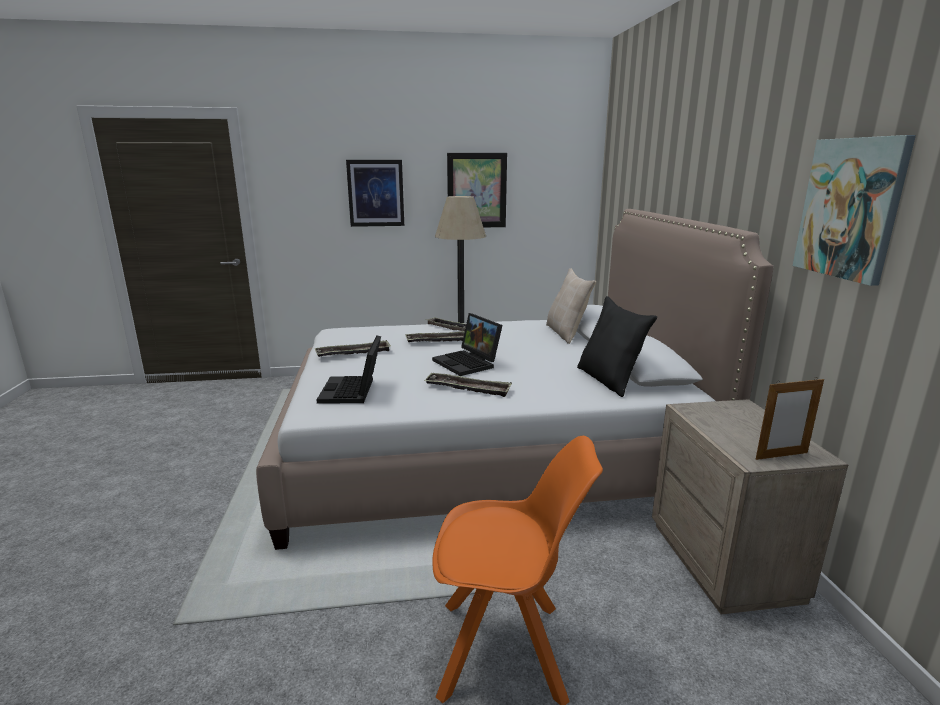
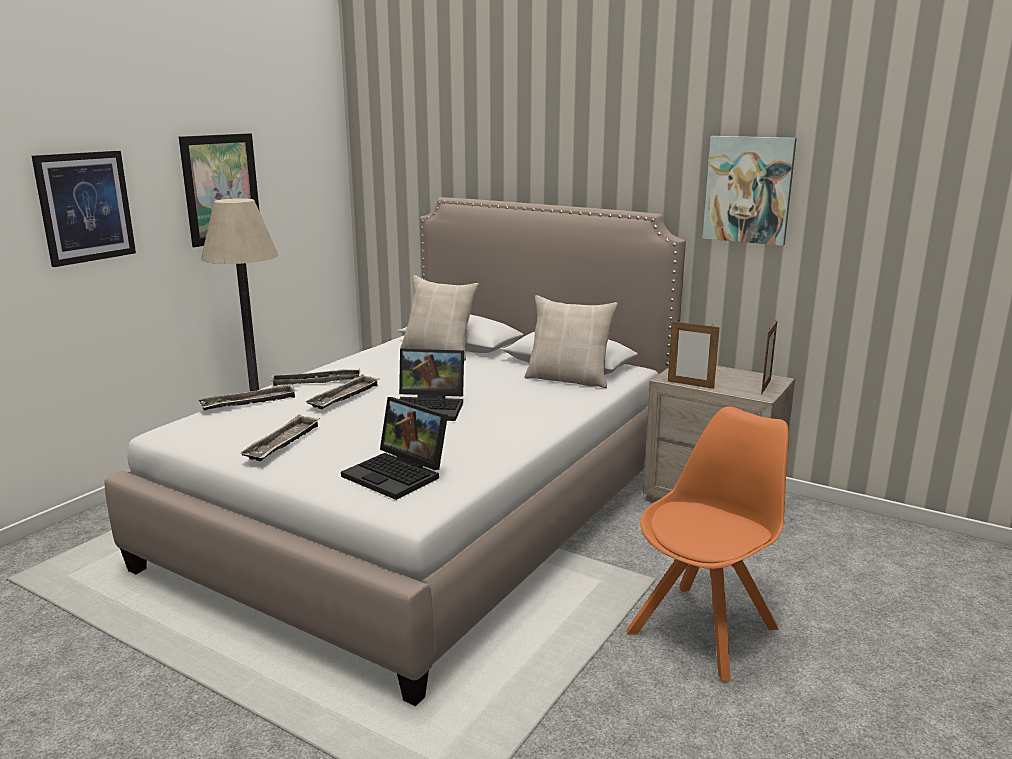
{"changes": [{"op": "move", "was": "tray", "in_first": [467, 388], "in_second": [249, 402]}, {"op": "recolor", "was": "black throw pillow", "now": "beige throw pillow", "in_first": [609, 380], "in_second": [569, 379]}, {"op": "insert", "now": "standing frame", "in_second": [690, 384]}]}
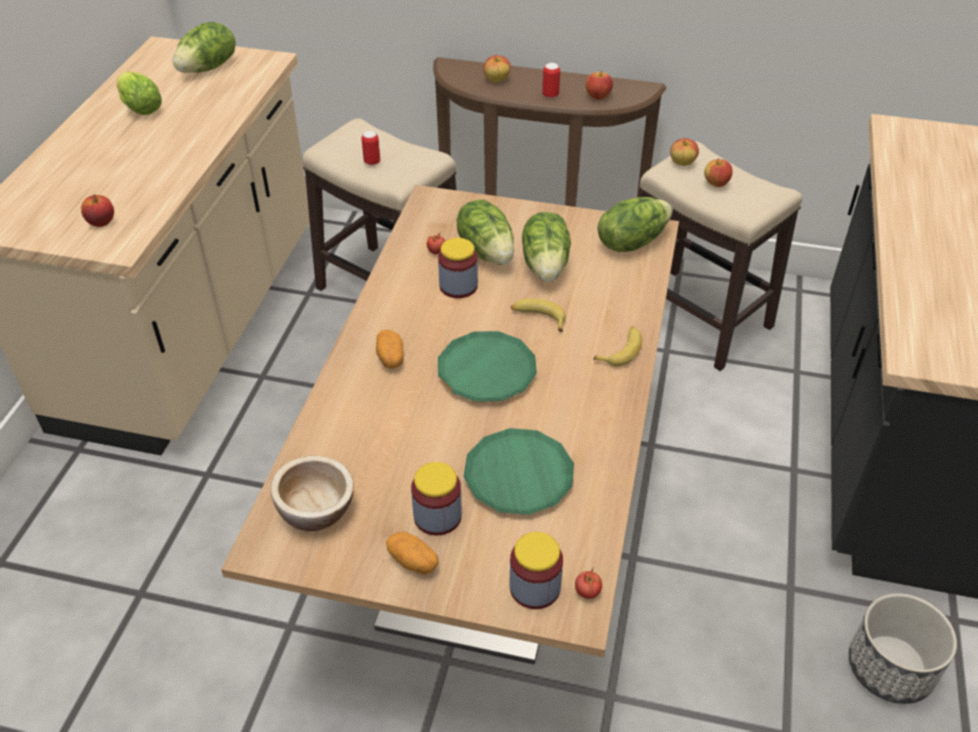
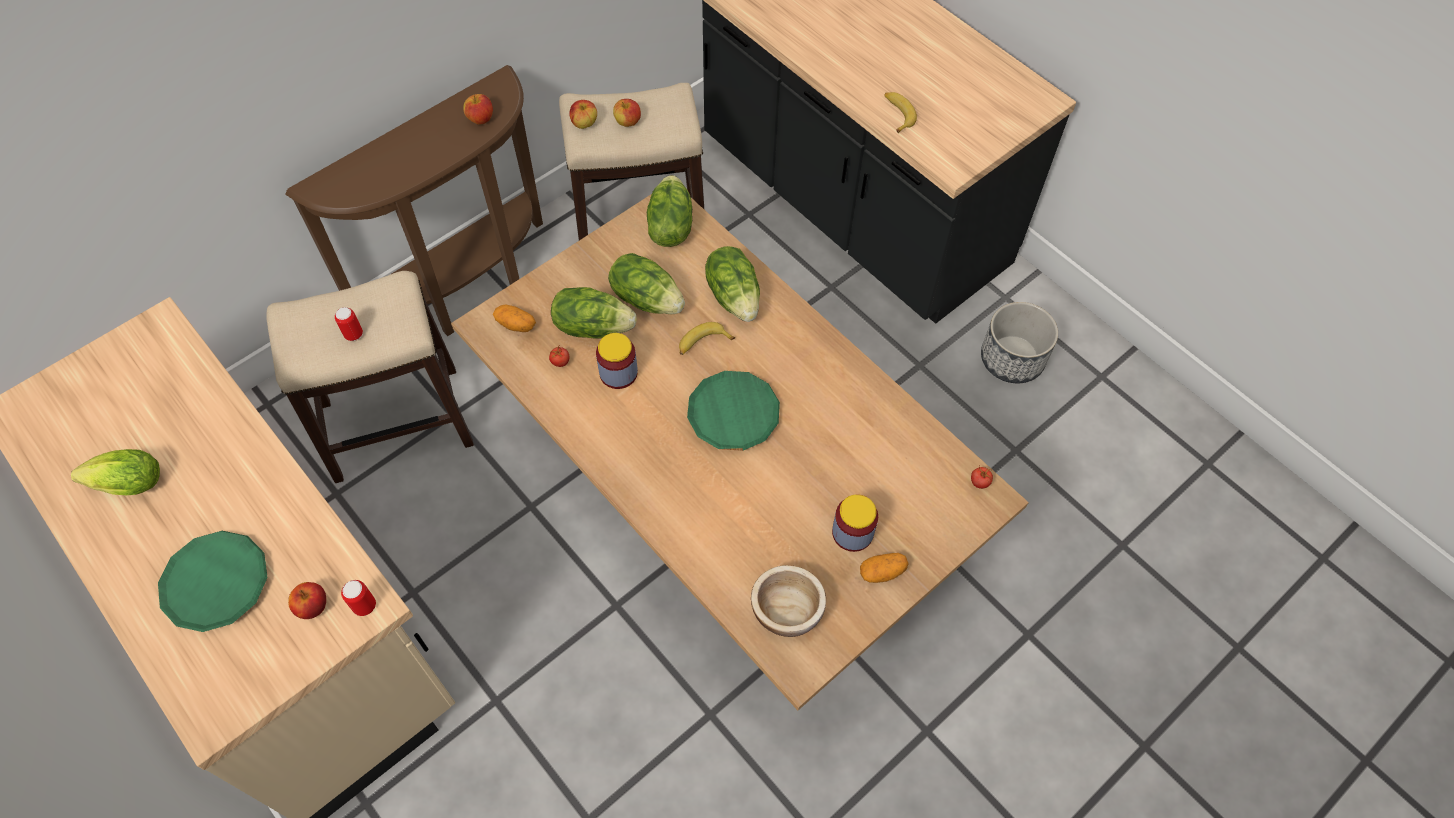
{"changes": [{"op": "move", "was": "greenish flat dish", "in_first": [518, 476], "in_second": [216, 583]}, {"op": "move", "was": "can", "in_first": [550, 95], "in_second": [364, 606]}, {"op": "move", "was": "potato", "in_first": [390, 358], "in_second": [516, 324]}, {"op": "move", "was": "lettuce", "in_first": [209, 68], "in_second": [734, 296]}, {"op": "move", "was": "banana fruit", "in_first": [621, 350], "in_second": [897, 114]}, {"op": "delete", "was": "apple", "in_first": [497, 80]}, {"op": "delete", "was": "preserve jar", "in_first": [535, 587]}]}
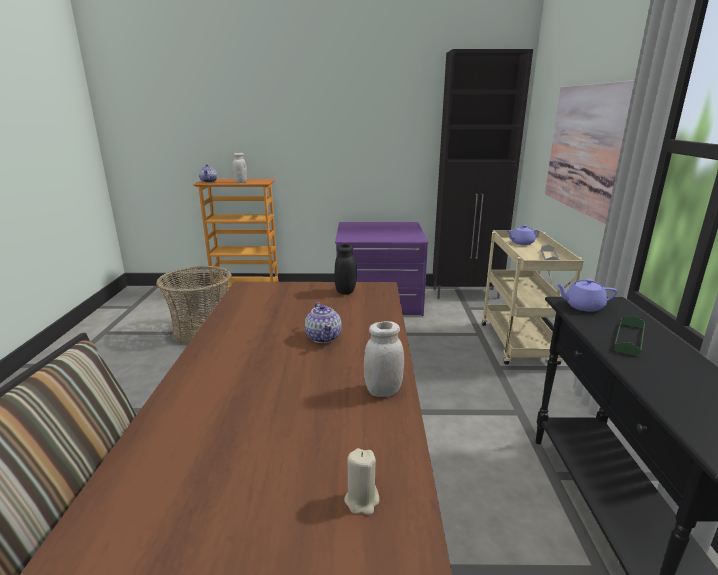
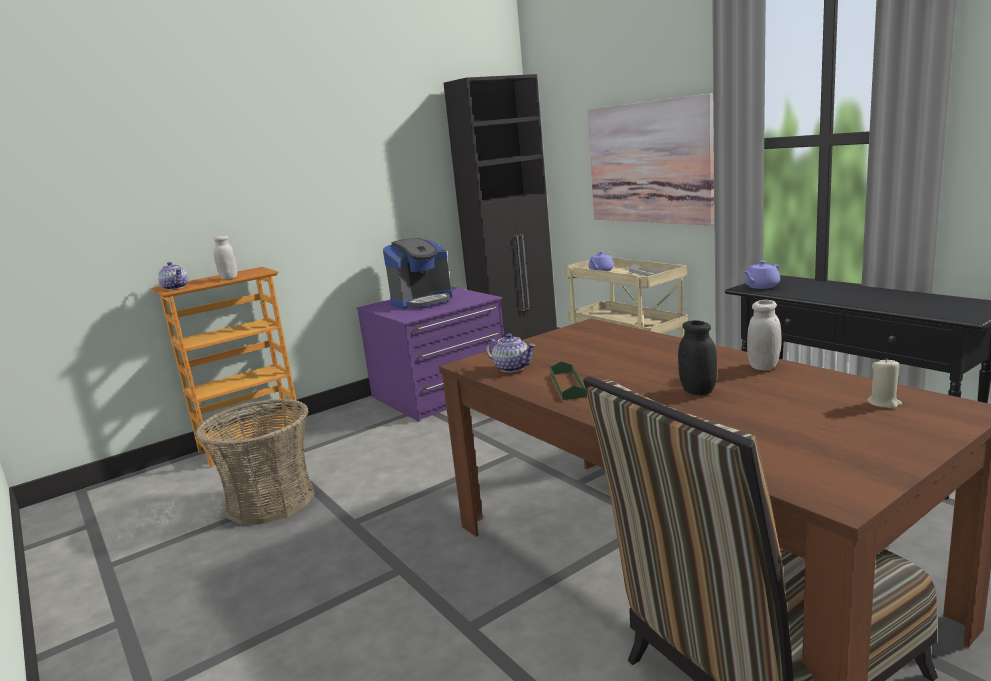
{"changes": [{"op": "insert", "now": "coffee machine", "in_second": [422, 301]}, {"op": "move", "was": "pot for tea", "in_first": [323, 337], "in_second": [512, 368]}, {"op": "move", "was": "greenish tray", "in_first": [629, 339], "in_second": [568, 385]}, {"op": "move", "was": "black preserve jar", "in_first": [345, 291], "in_second": [698, 391]}]}
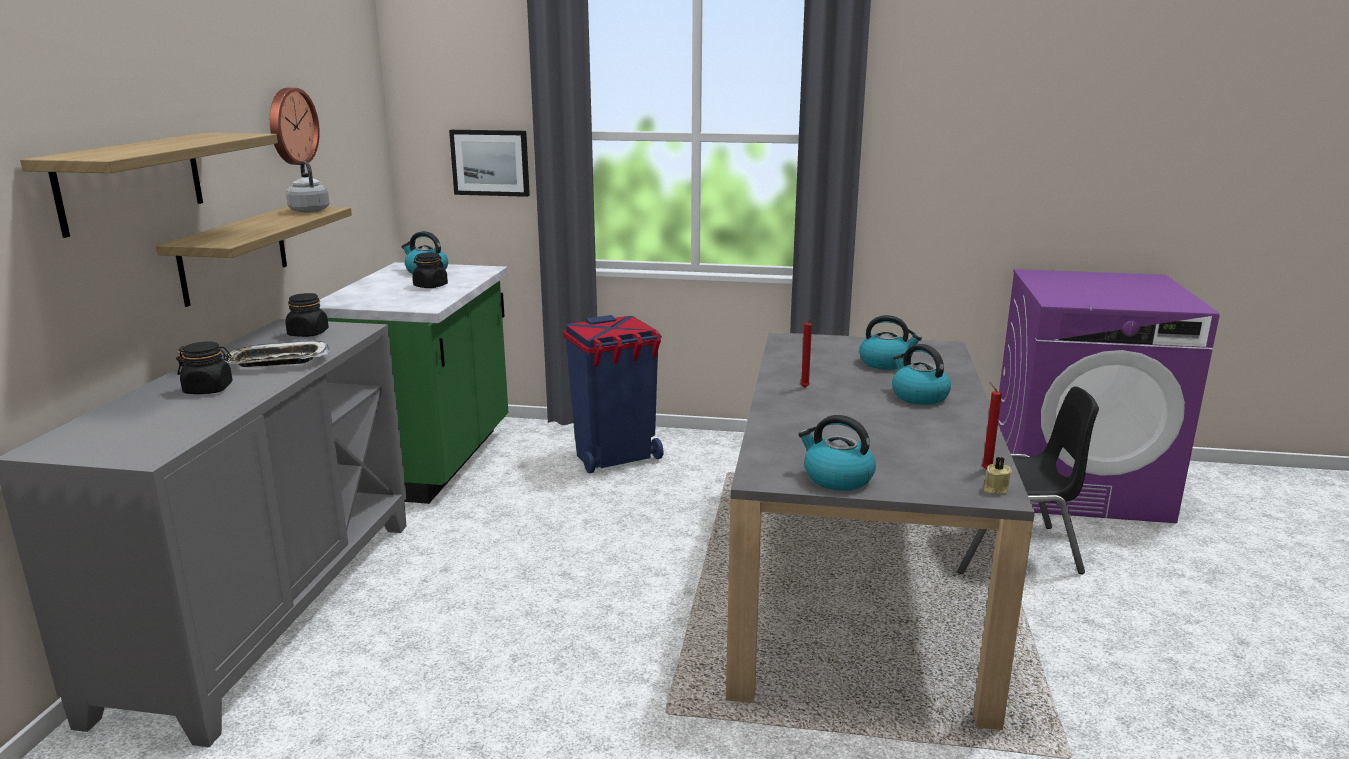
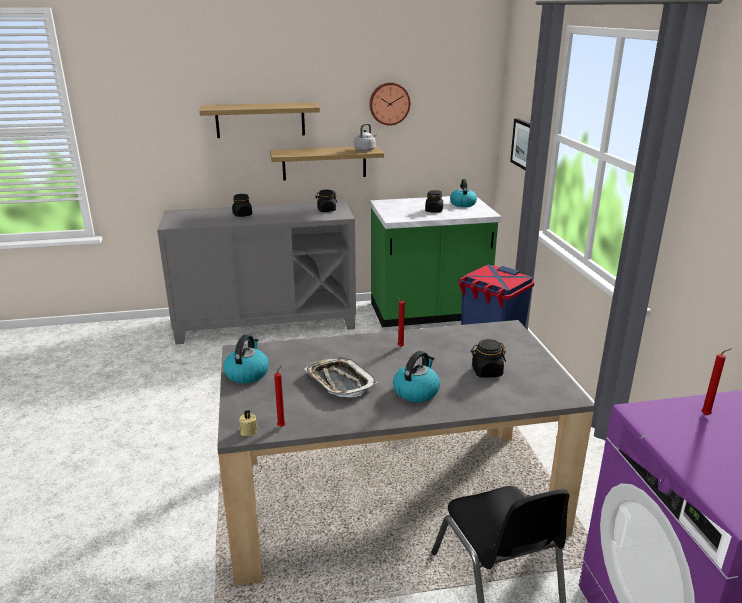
{"changes": [{"op": "move", "was": "tray", "in_first": [278, 361], "in_second": [340, 382]}, {"op": "replace", "was": "water kettle", "now": "black preserve jar", "in_first": [886, 363], "in_second": [486, 372]}, {"op": "insert", "now": "red candle", "in_second": [707, 415]}]}
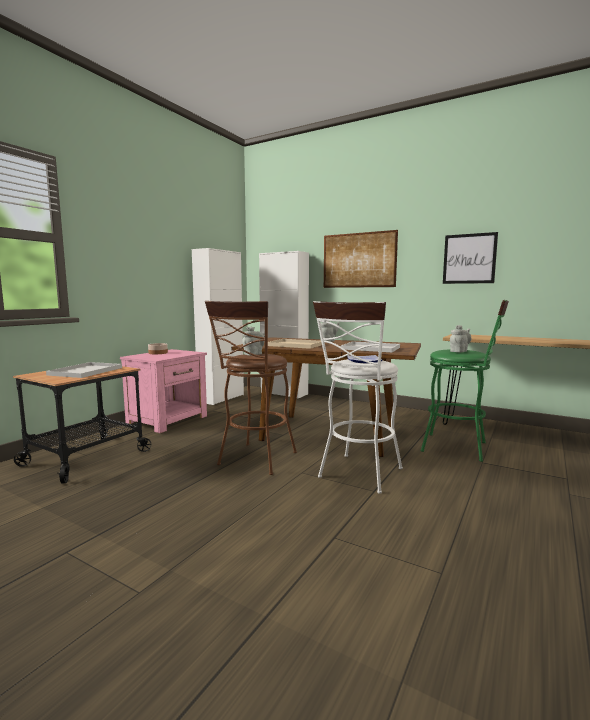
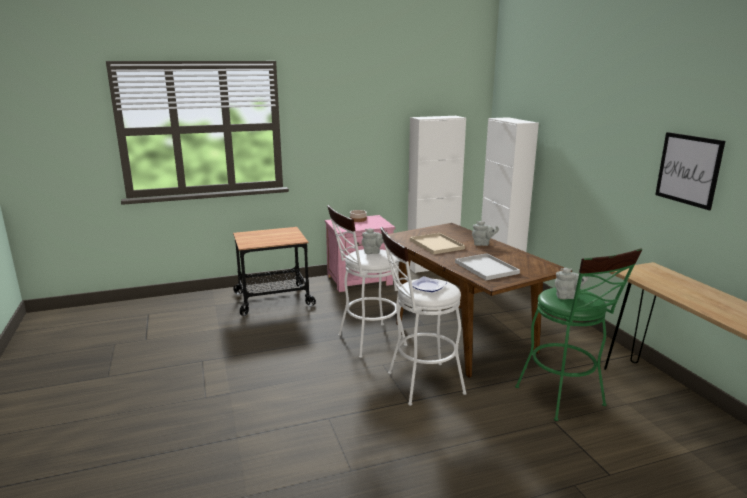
{"changes": [{"op": "recolor", "was": "brown-coloured stool", "now": "white-coloured stool", "in_first": [255, 461], "in_second": [366, 341]}, {"op": "delete", "was": "white-coloured tray", "in_first": [86, 371]}, {"op": "delete", "was": "picture", "in_first": [358, 260]}]}
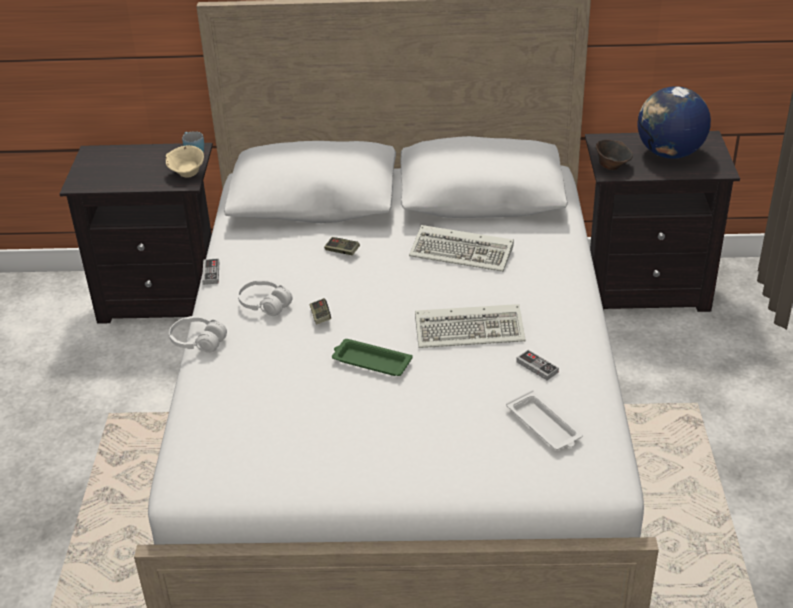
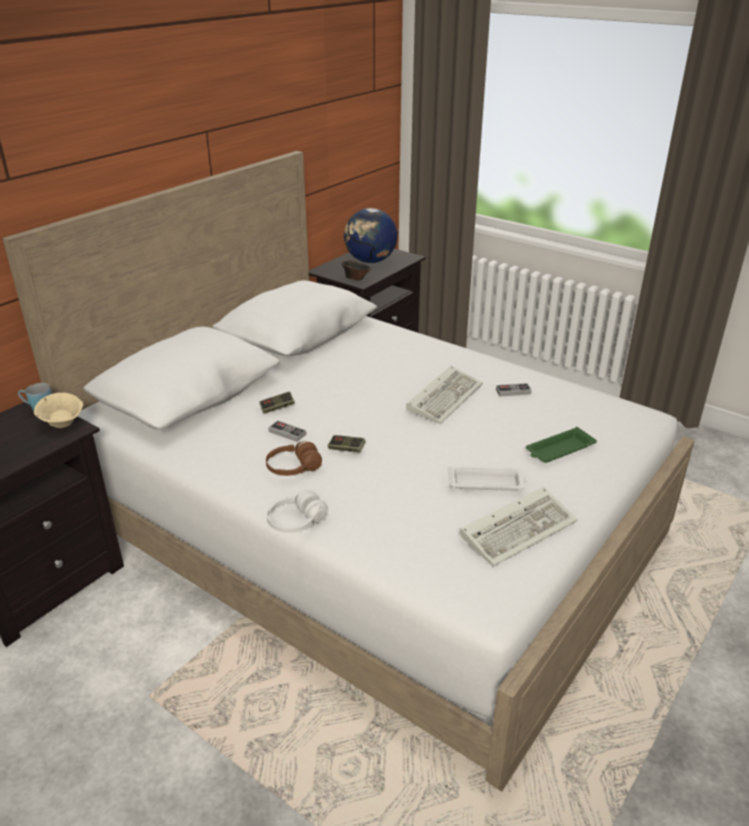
{"changes": [{"op": "recolor", "was": "white-coloured pair of headphones", "now": "brown-coloured pair of headphones", "in_first": [265, 304], "in_second": [293, 468]}, {"op": "move", "was": "joypad", "in_first": [211, 273], "in_second": [287, 433]}, {"op": "move", "was": "white-coloured tray", "in_first": [544, 426], "in_second": [487, 483]}, {"op": "move", "was": "computer keyboard", "in_first": [464, 252], "in_second": [519, 528]}, {"op": "move", "was": "greenish tray", "in_first": [370, 362], "in_second": [559, 450]}]}
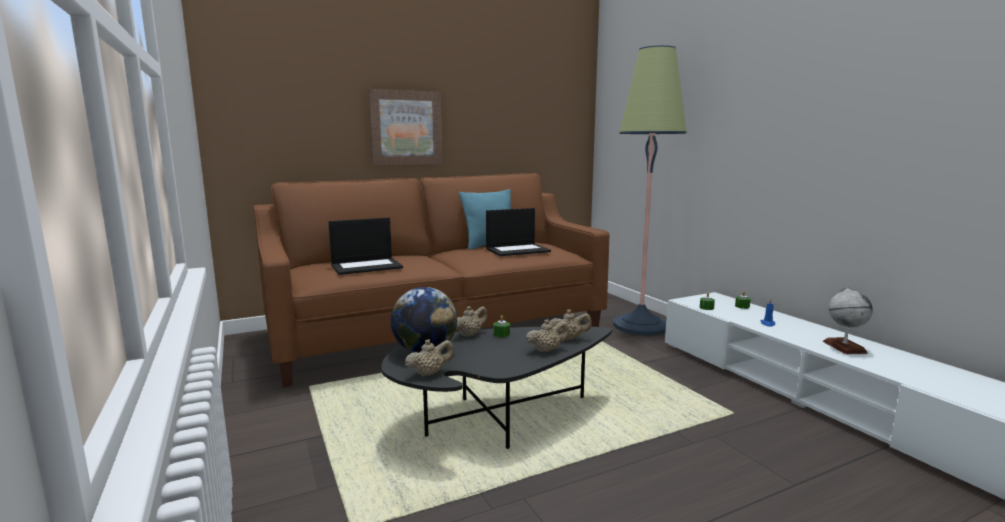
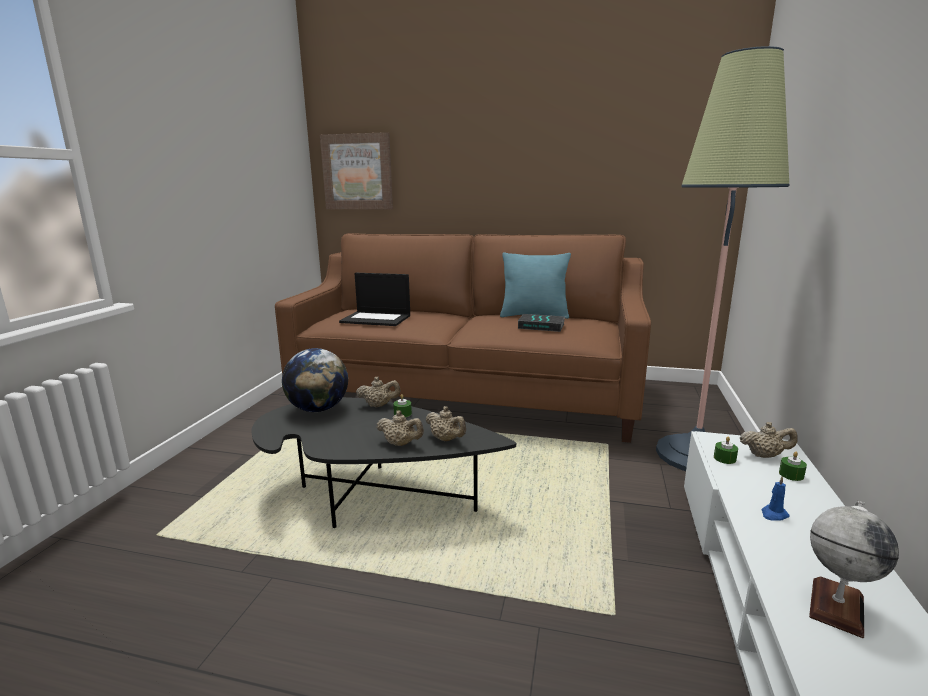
{"changes": [{"op": "move", "was": "picture", "in_first": [406, 128], "in_second": [357, 172]}, {"op": "replace", "was": "portable computer", "now": "book", "in_first": [518, 250], "in_second": [542, 326]}, {"op": "move", "was": "beige pot for tea", "in_first": [430, 373], "in_second": [764, 455]}]}
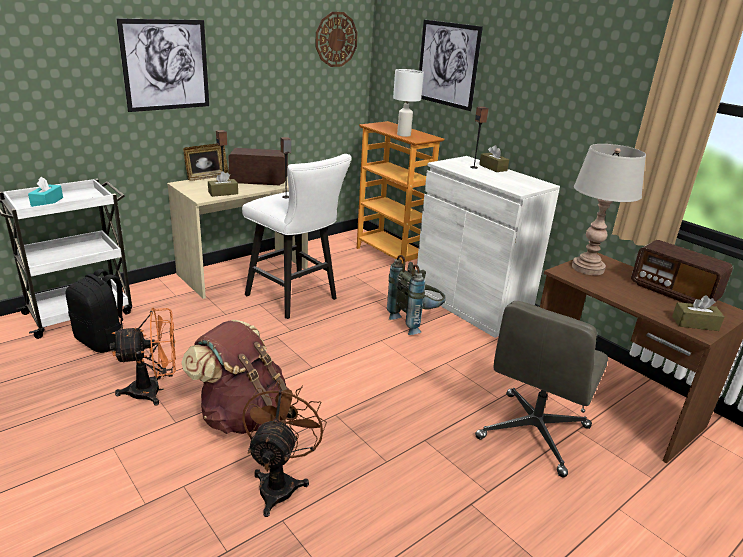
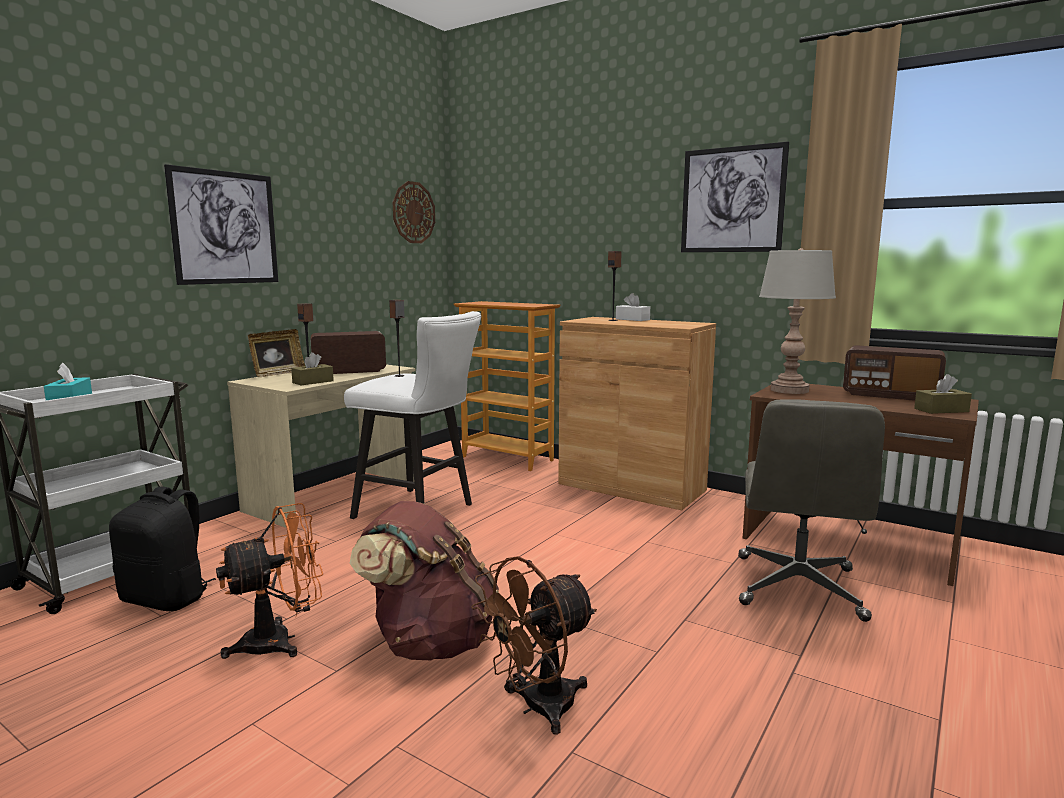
{"changes": [{"op": "rotate", "was": "brown-coloured cooling fan", "in_first": [280, 483], "in_second": [537, 708], "clockwise": -120}, {"op": "recolor", "was": "white-coloured cabinet", "now": "brown-coloured cabinet", "in_first": [470, 305], "in_second": [631, 487]}, {"op": "recolor", "was": "brown-coloured tissue box", "now": "white-coloured tissue box", "in_first": [493, 168], "in_second": [632, 319]}, {"op": "move", "was": "picture", "in_first": [447, 64], "in_second": [732, 200]}, {"op": "delete", "was": "gray knapsack", "in_first": [415, 322]}, {"op": "delete", "was": "white-coloured lamp for a table", "in_first": [404, 135]}]}
